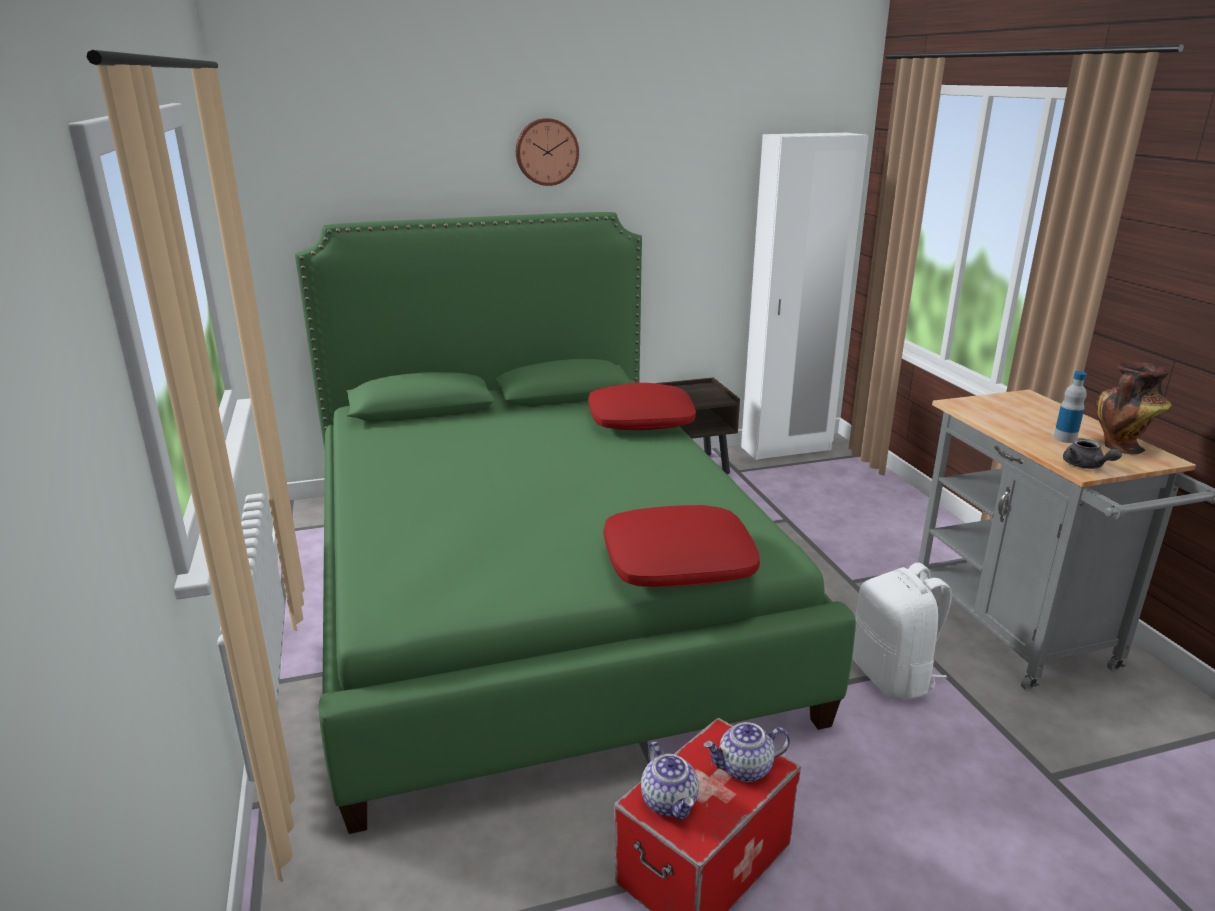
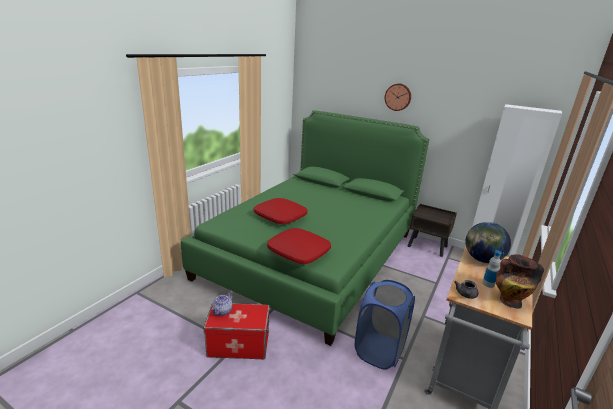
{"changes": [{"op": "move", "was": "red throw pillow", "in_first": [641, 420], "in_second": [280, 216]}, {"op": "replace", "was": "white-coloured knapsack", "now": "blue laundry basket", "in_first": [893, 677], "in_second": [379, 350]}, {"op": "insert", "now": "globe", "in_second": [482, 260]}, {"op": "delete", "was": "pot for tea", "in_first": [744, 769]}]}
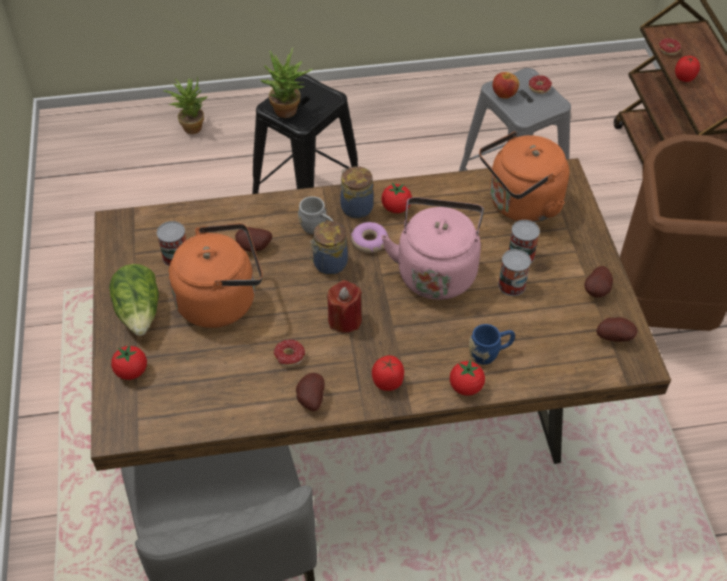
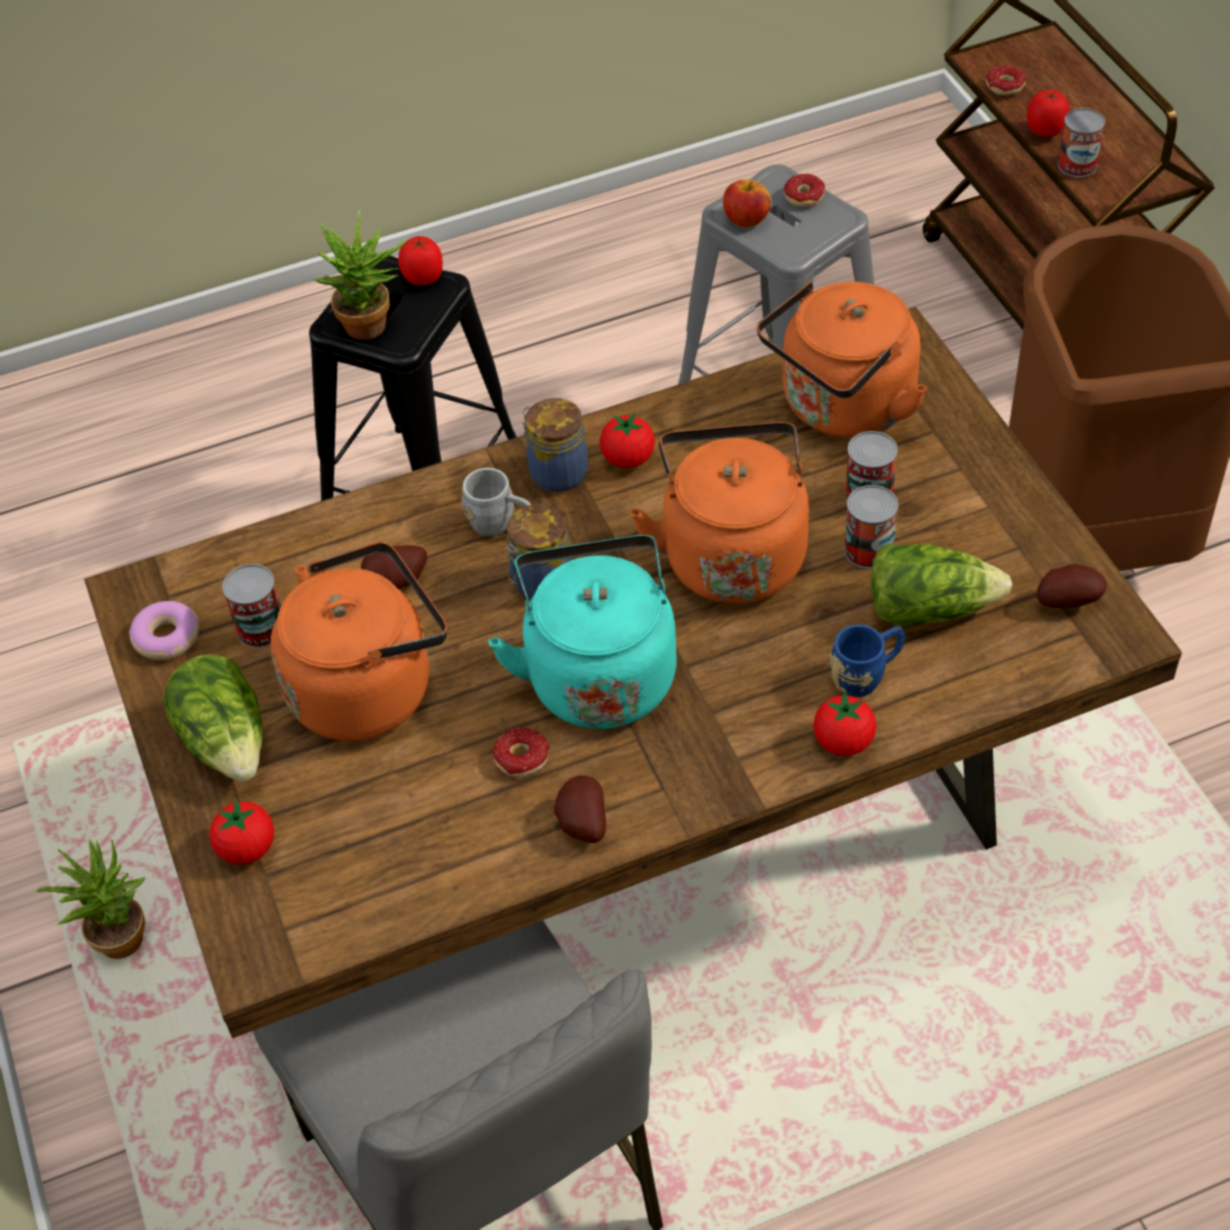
{"changes": [{"op": "move", "was": "houseplant", "in_first": [191, 126], "in_second": [116, 935]}, {"op": "move", "was": "doughnut", "in_first": [369, 241], "in_second": [167, 637]}, {"op": "move", "was": "fresh tomato", "in_first": [388, 382], "in_second": [424, 278]}, {"op": "replace", "was": "red candle", "now": "turquoise-coloured water kettle", "in_first": [345, 319], "in_second": [599, 673]}, {"op": "recolor", "was": "pink water kettle", "now": "orangey water kettle", "in_first": [436, 271], "in_second": [732, 553]}, {"op": "insert", "now": "lettuce", "in_second": [929, 607]}, {"op": "insert", "now": "can", "in_second": [1077, 165]}, {"op": "delete", "was": "potato", "in_first": [597, 291]}]}
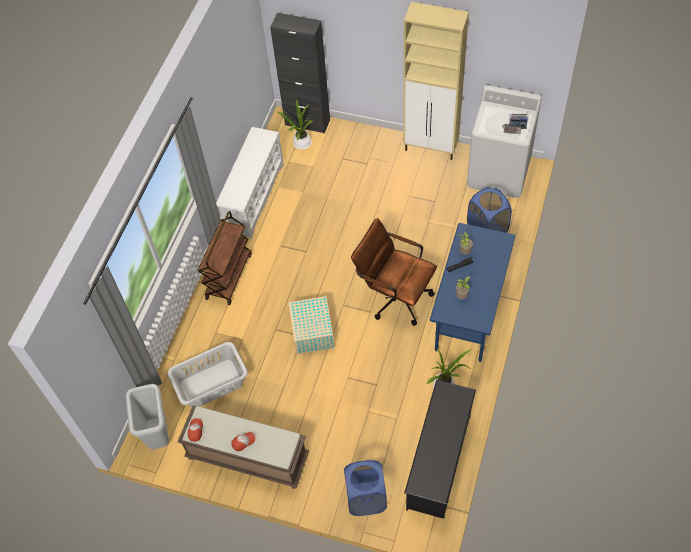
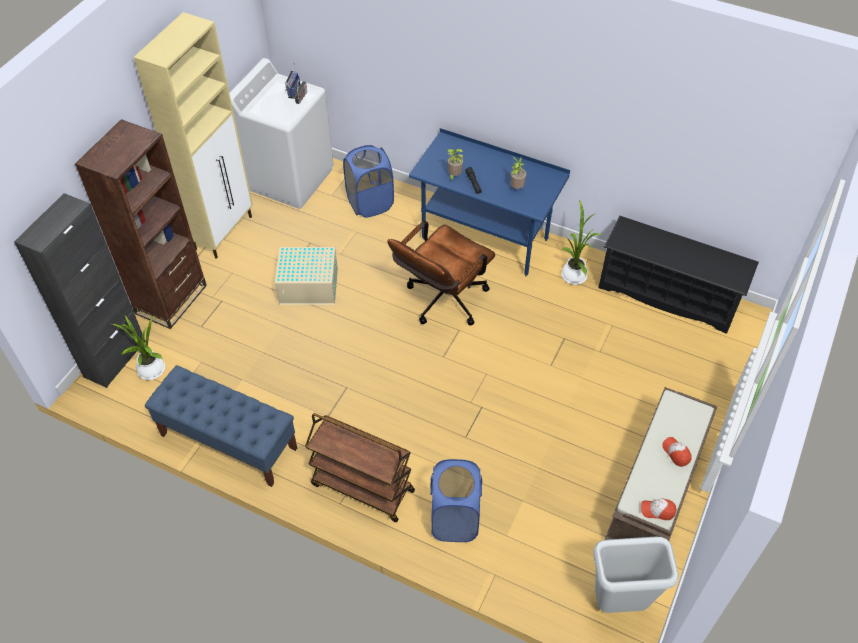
{"changes": [{"op": "insert", "now": "brown-coloured shelving unit", "in_second": [171, 299]}, {"op": "replace", "was": "white-coloured shoe stand", "now": "blue indoor bench", "in_first": [254, 197], "in_second": [228, 441]}, {"op": "move", "was": "beige storage bin", "in_first": [312, 332], "in_second": [309, 287]}, {"op": "move", "was": "blue laundry basket", "in_first": [366, 499], "in_second": [455, 519]}, {"op": "delete", "was": "gray laundry basket", "in_first": [211, 383]}]}
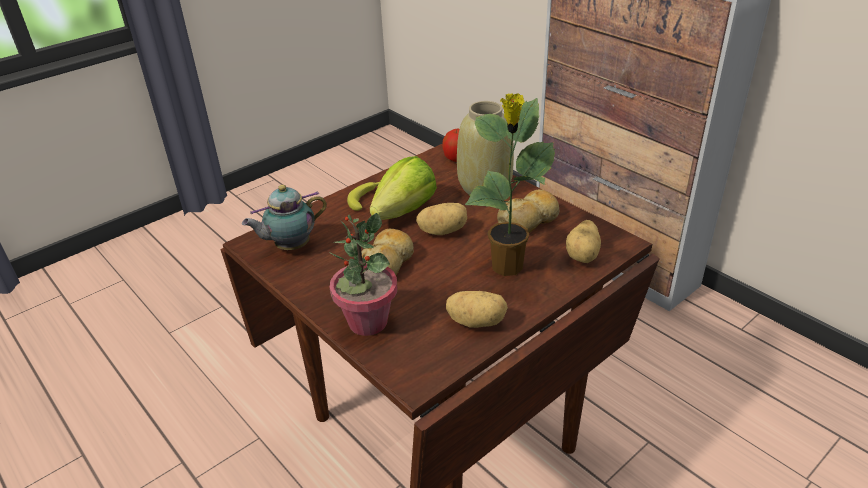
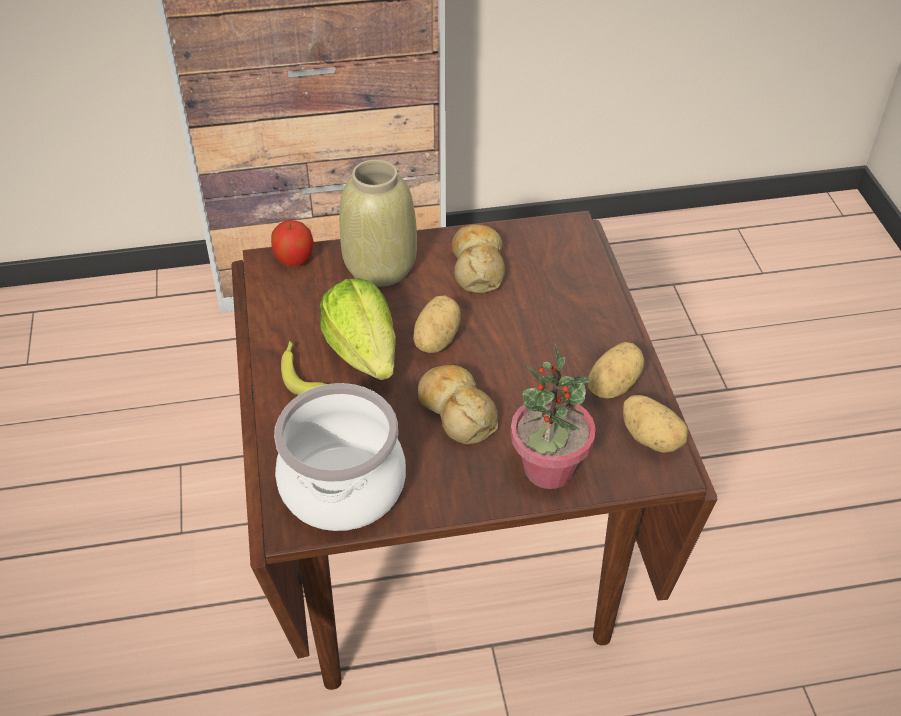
{"changes": [{"op": "replace", "was": "pot for tea", "now": "stockpot", "in_first": [290, 247], "in_second": [341, 486]}, {"op": "move", "was": "potato", "in_first": [583, 255], "in_second": [652, 438]}, {"op": "delete", "was": "houseplant", "in_first": [507, 268]}]}
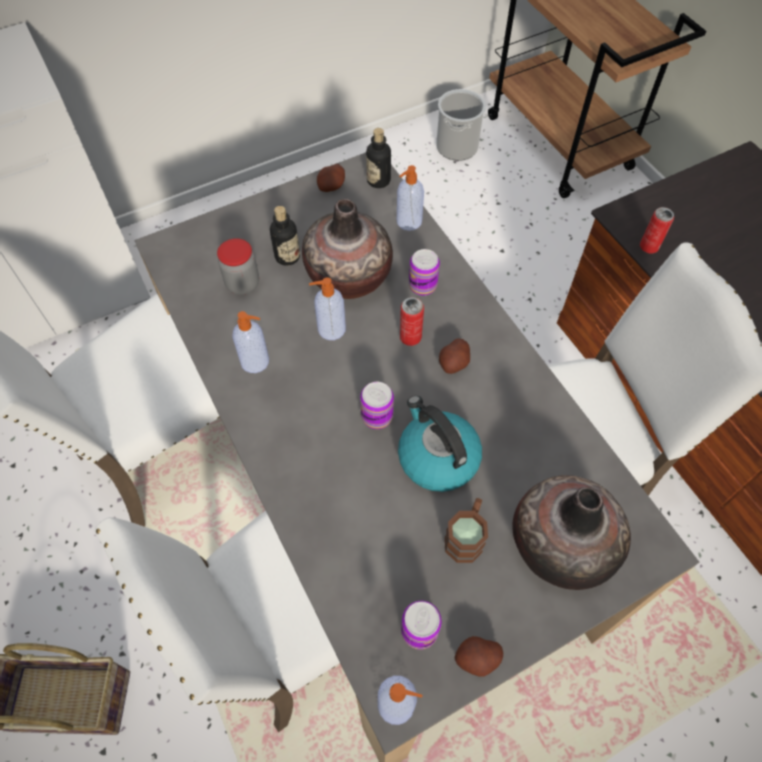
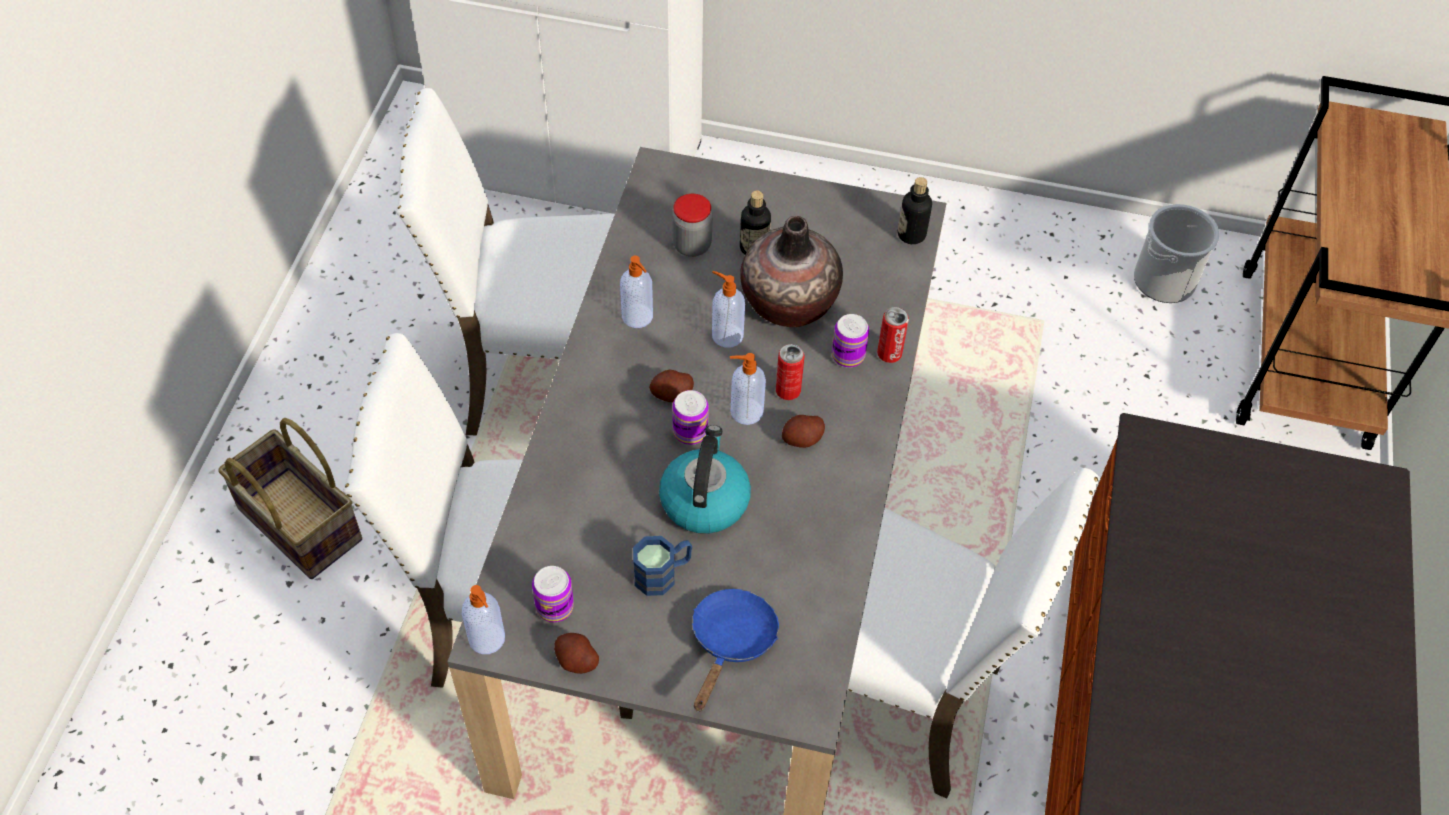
{"changes": [{"op": "recolor", "was": "brown-coloured mug", "now": "blue mug", "in_first": [466, 536], "in_second": [663, 574]}, {"op": "move", "was": "potato", "in_first": [331, 186], "in_second": [672, 394]}, {"op": "replace", "was": "vase", "now": "blue pan", "in_first": [560, 545], "in_second": [731, 642]}, {"op": "move", "was": "liquid soap bottle", "in_first": [408, 222], "in_second": [745, 412]}, {"op": "move", "was": "can", "in_first": [649, 247], "in_second": [889, 354]}]}
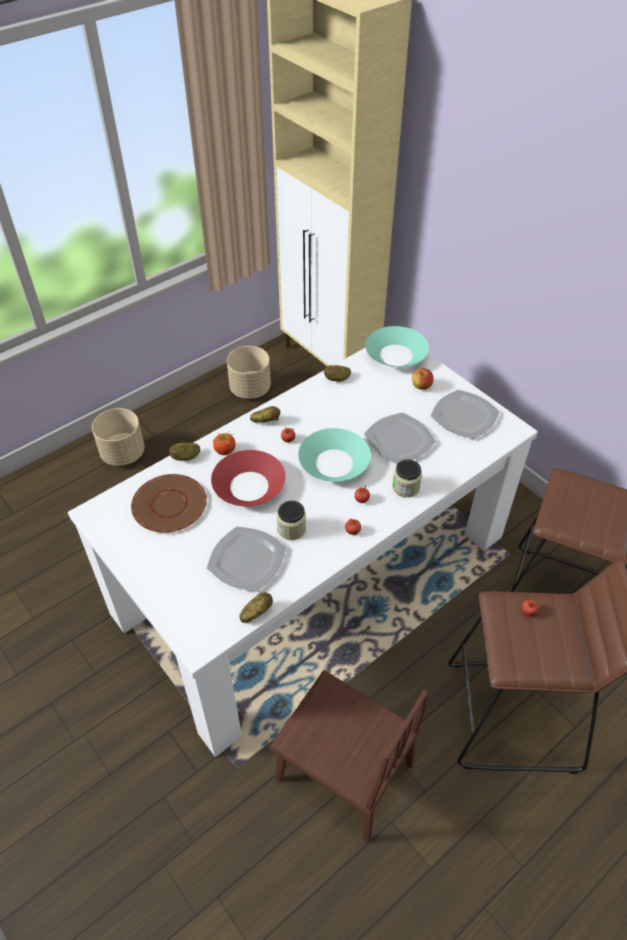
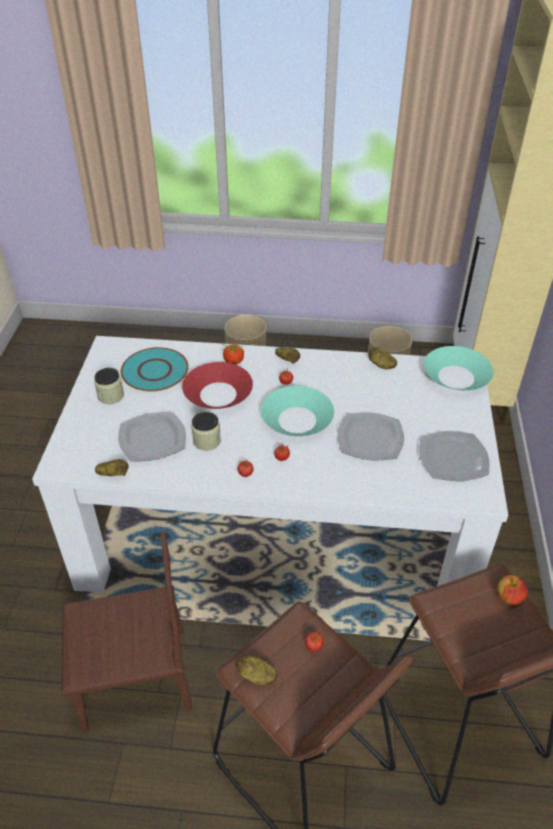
{"changes": [{"op": "rotate", "was": "brown-coloured upright chair", "in_first": [344, 772], "in_second": [134, 678], "clockwise": -90}, {"op": "move", "was": "preserve jar", "in_first": [405, 487], "in_second": [111, 396]}, {"op": "recolor", "was": "brown-coloured flat dish", "now": "turquoise-coloured flat dish", "in_first": [169, 505], "in_second": [154, 371]}, {"op": "move", "was": "potato", "in_first": [186, 457], "in_second": [256, 676]}, {"op": "move", "was": "apple", "in_first": [421, 386], "in_second": [509, 597]}]}
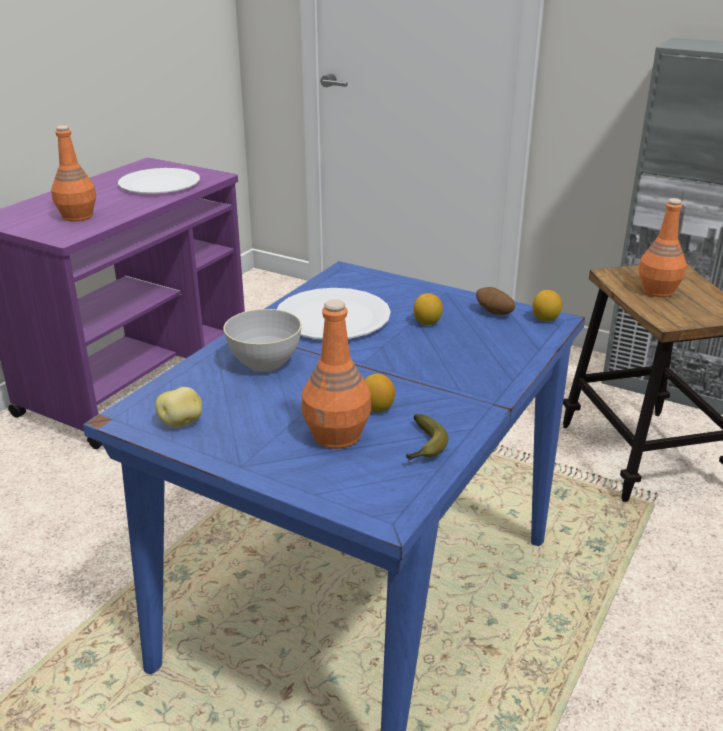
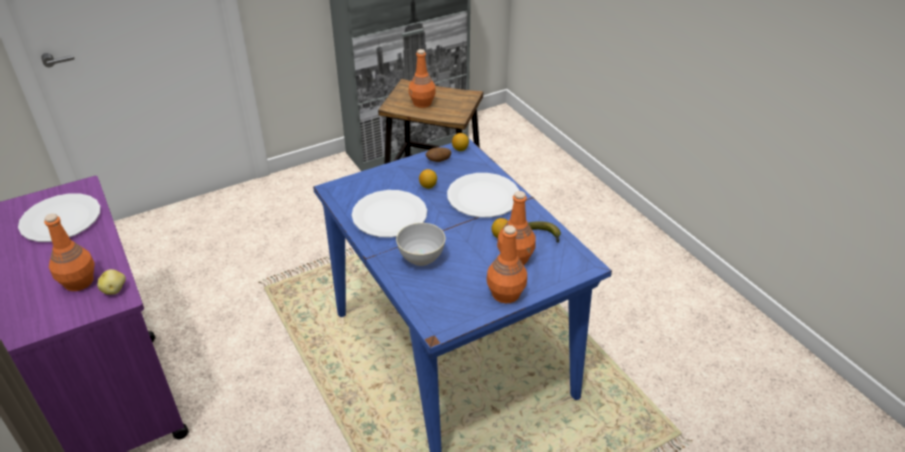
{"changes": [{"op": "move", "was": "potato", "in_first": [182, 422], "in_second": [115, 290]}, {"op": "insert", "now": "white-coloured flat dish", "in_second": [483, 197]}, {"op": "insert", "now": "orangey bottle", "in_second": [505, 294]}]}
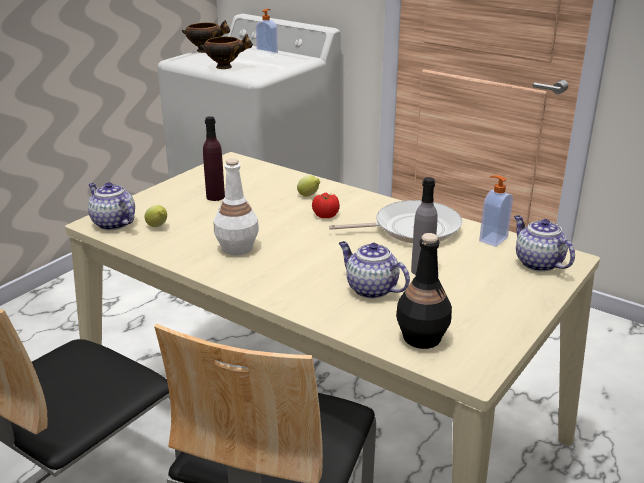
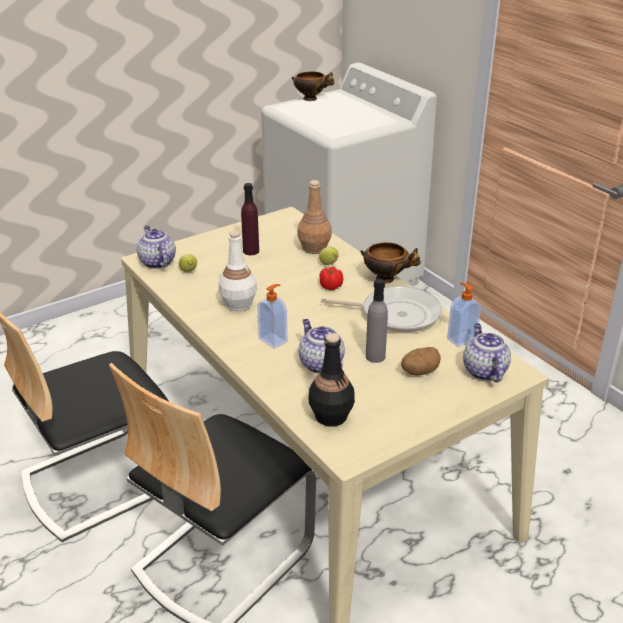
{"changes": [{"op": "move", "was": "liquid soap bottle", "in_first": [267, 55], "in_second": [273, 340]}, {"op": "insert", "now": "brown-coloured bottle", "in_second": [314, 248]}, {"op": "move", "was": "bowl", "in_first": [226, 67], "in_second": [387, 279]}, {"op": "insert", "now": "potato", "in_second": [419, 371]}]}
